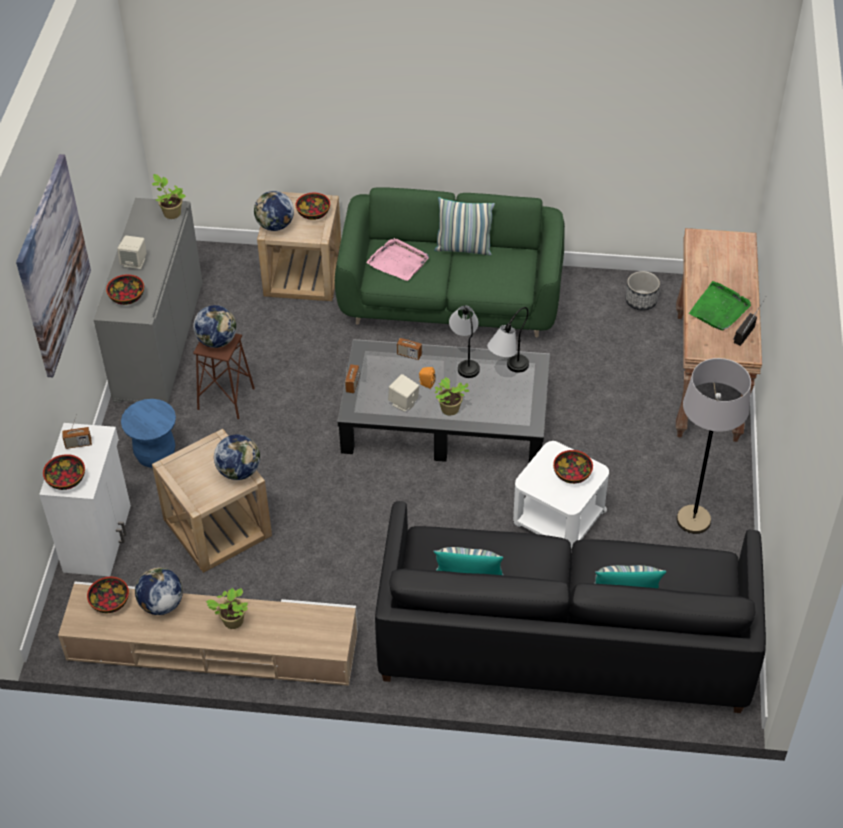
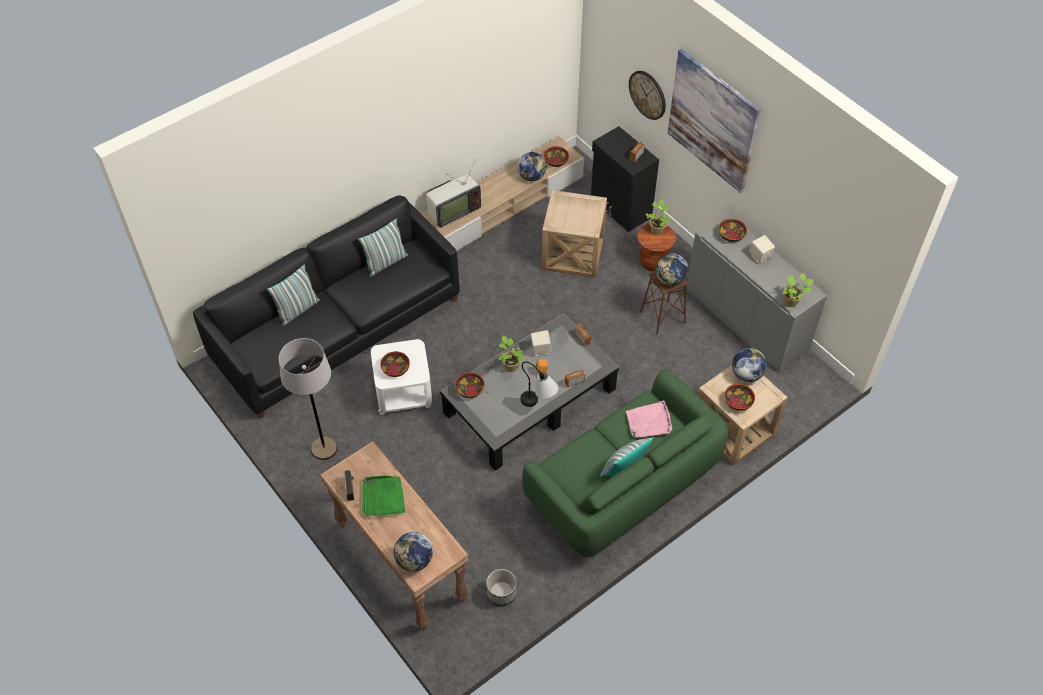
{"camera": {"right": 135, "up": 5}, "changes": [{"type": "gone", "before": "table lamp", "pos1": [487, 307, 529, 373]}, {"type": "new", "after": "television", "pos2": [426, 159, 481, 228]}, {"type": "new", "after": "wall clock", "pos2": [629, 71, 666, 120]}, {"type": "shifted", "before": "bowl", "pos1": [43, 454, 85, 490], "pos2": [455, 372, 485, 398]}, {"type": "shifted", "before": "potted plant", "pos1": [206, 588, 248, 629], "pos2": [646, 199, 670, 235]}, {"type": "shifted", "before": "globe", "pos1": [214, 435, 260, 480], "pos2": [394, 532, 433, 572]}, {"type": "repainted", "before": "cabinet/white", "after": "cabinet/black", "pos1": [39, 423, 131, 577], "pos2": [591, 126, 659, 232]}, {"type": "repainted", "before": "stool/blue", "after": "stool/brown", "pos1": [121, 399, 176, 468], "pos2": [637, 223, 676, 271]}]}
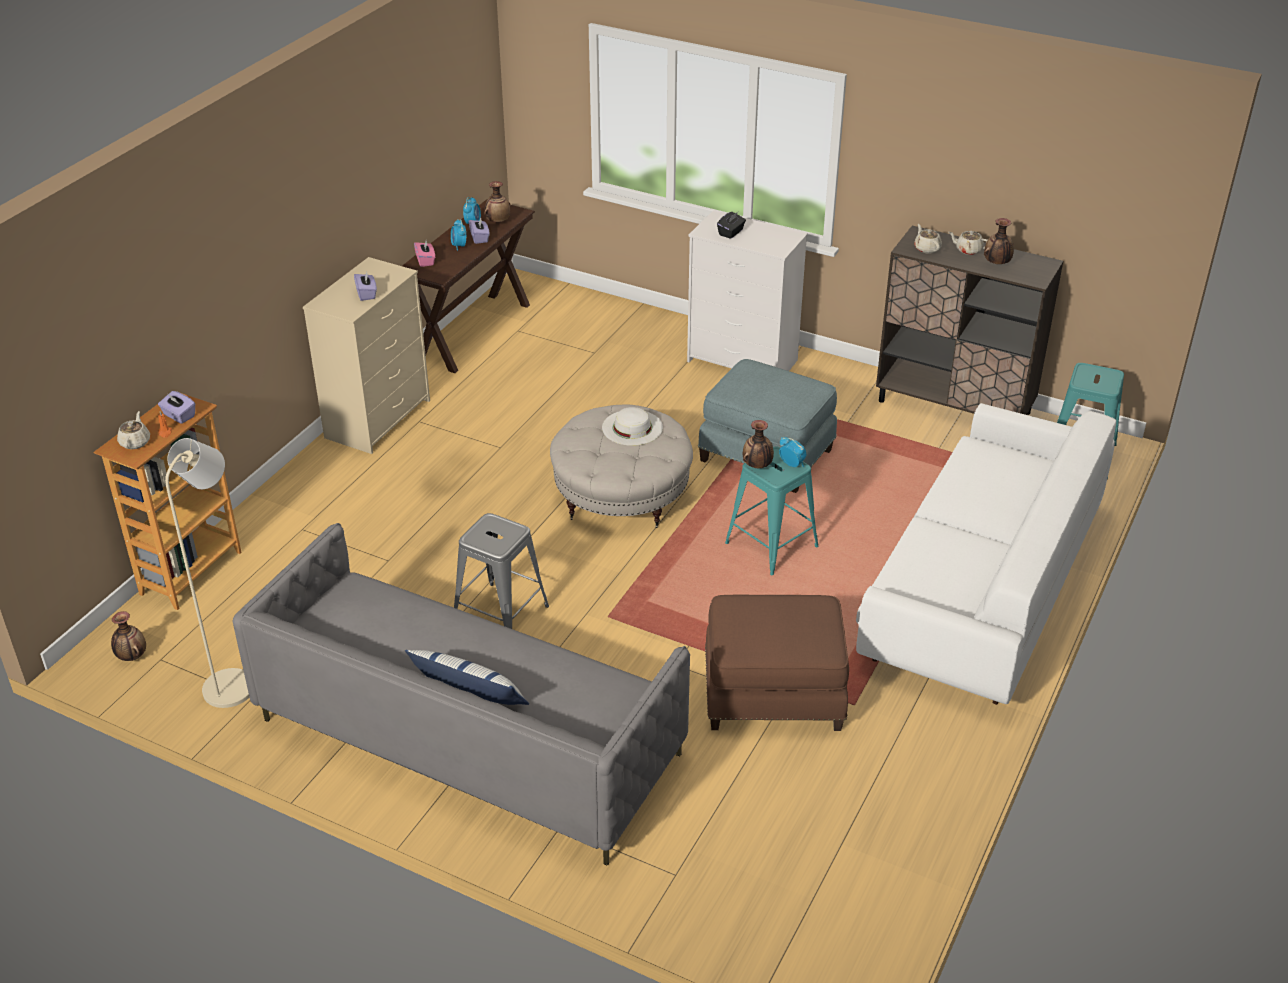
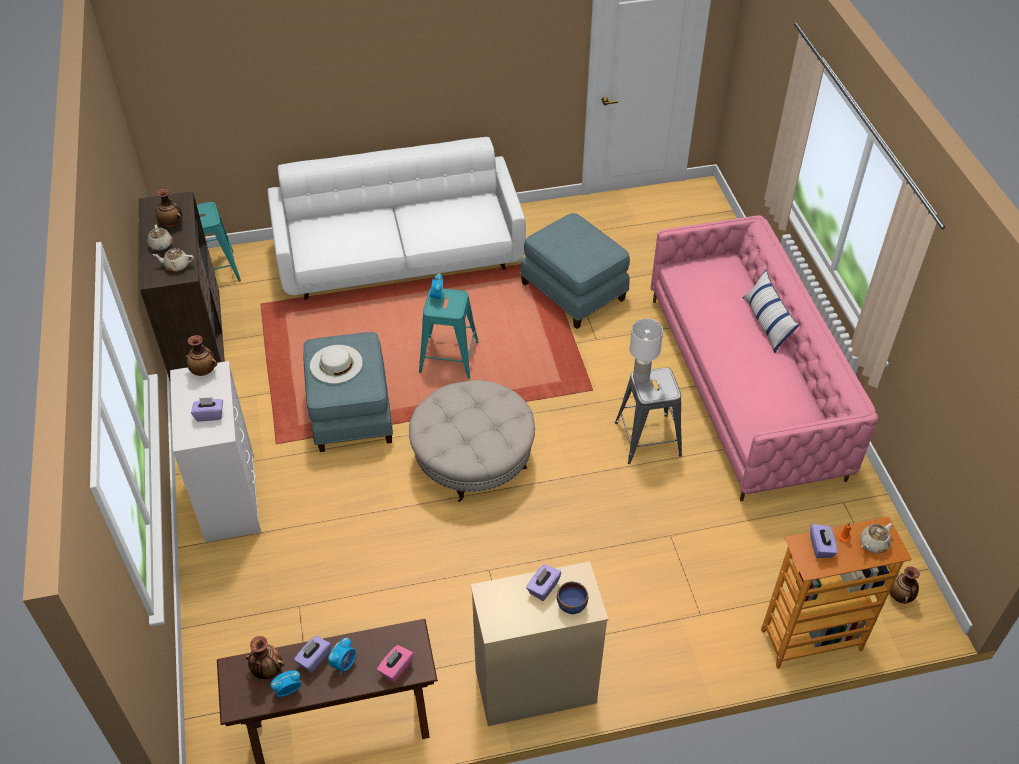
{"camera": {"right": -130, "up": 10}, "changes": [{"type": "gone", "before": "floor lamp/beige", "pos1": [165, 438, 249, 708]}, {"type": "new", "after": "bowl/blue", "pos2": [557, 581, 588, 614]}, {"type": "new", "after": "table lamp/white", "pos2": [630, 318, 663, 384]}, {"type": "shifted", "before": "hat/white", "pos1": [602, 407, 663, 446], "pos2": [310, 345, 363, 384]}, {"type": "shifted", "before": "vase", "pos1": [743, 420, 774, 468], "pos2": [185, 335, 217, 376]}, {"type": "repainted", "before": "sofa/grey", "after": "sofa/pink", "pos1": [232, 523, 690, 866], "pos2": [650, 215, 878, 501]}, {"type": "repainted", "before": "ottoman/brown", "after": "ottoman/blue", "pos1": [705, 595, 849, 731], "pos2": [520, 213, 630, 329]}, {"type": "repainted", "before": "tissue box/black", "after": "tissue box/purple", "pos1": [717, 212, 746, 239], "pos2": [191, 397, 223, 421]}, {"type": "rotated", "before": "teapot/beige", "pos1": [914, 224, 942, 254], "pos2": [153, 248, 194, 272], "turn": 60}]}
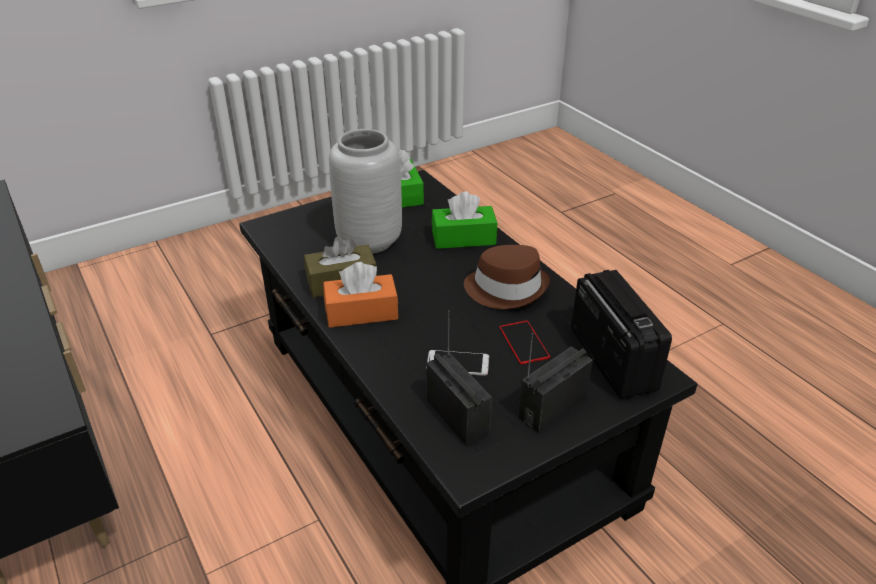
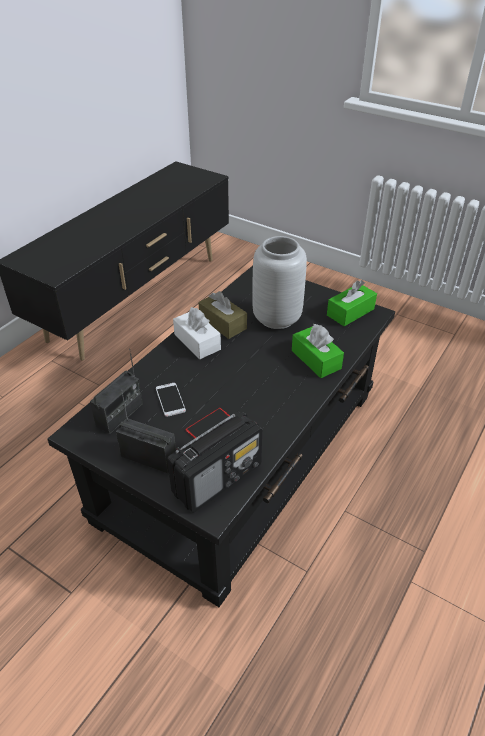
{"camera": {"right": 65, "up": 5}, "changes": [{"type": "gone", "before": "hat/brown", "pos1": [464, 245, 550, 309]}, {"type": "repainted", "before": "tissue box/orange", "after": "tissue box/white", "pos1": [323, 262, 398, 328], "pos2": [173, 307, 221, 359]}]}
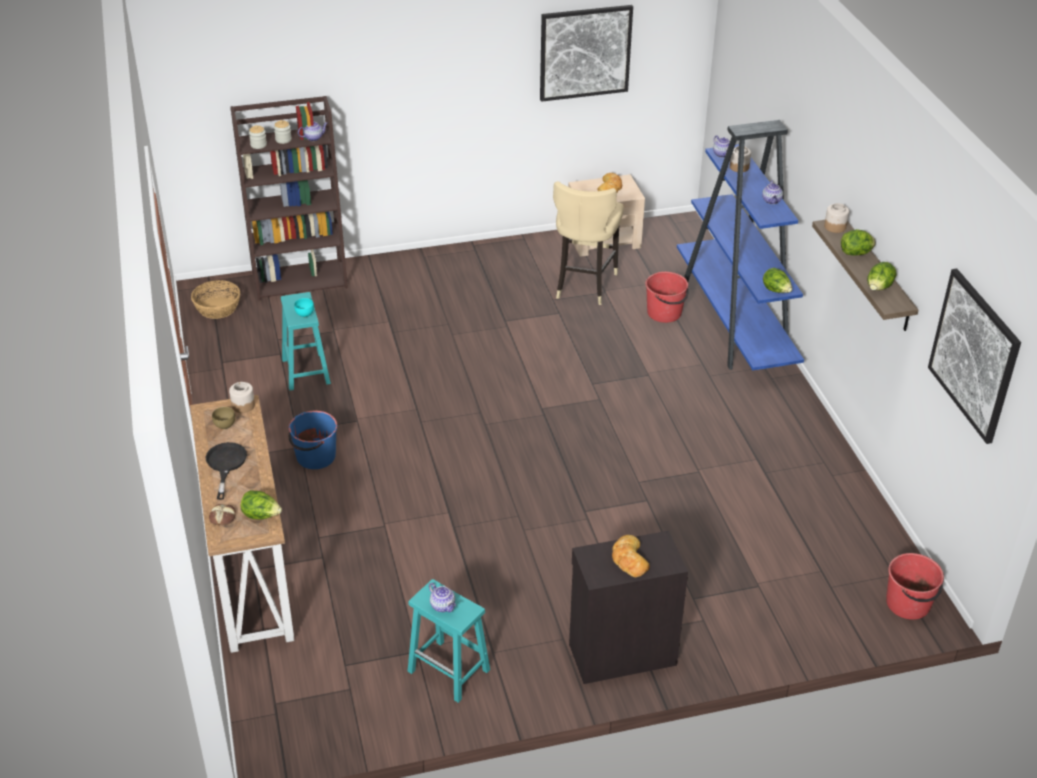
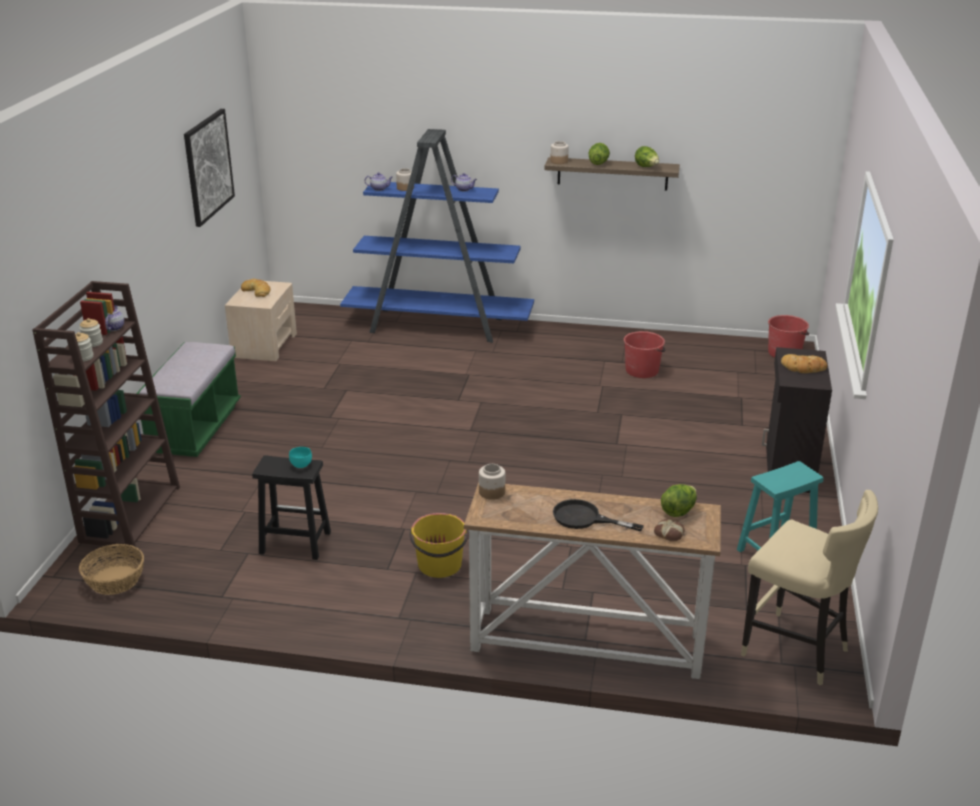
{"camera": {"right": -65, "up": -10}, "changes": [{"type": "gone", "before": "bowl/brown", "pos1": [212, 407, 235, 429]}, {"type": "gone", "before": "teapot", "pos1": [429, 583, 456, 612]}, {"type": "gone", "before": "lettuce", "pos1": [763, 268, 792, 293]}, {"type": "gone", "before": "picture", "pos1": [928, 269, 1021, 444]}, {"type": "new", "after": "bench/green", "pos2": [136, 342, 241, 457]}, {"type": "shifted", "before": "stool/beige", "pos1": [553, 181, 624, 305], "pos2": [741, 490, 878, 685]}, {"type": "shifted", "before": "bucket/red", "pos1": [645, 272, 688, 323], "pos2": [624, 331, 666, 378]}, {"type": "repainted", "before": "stool/turquoise", "after": "stool/black", "pos1": [281, 292, 331, 390], "pos2": [252, 455, 331, 560]}, {"type": "repainted", "before": "bucket/blue", "after": "bucket/yellow", "pos1": [289, 411, 337, 469], "pos2": [409, 513, 468, 578]}]}
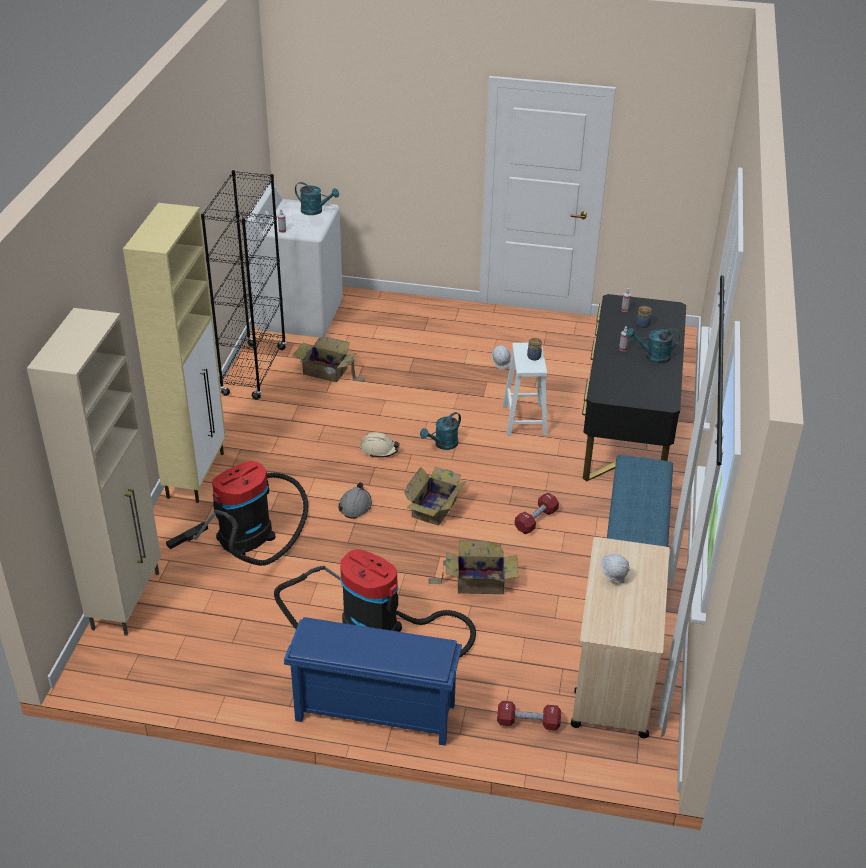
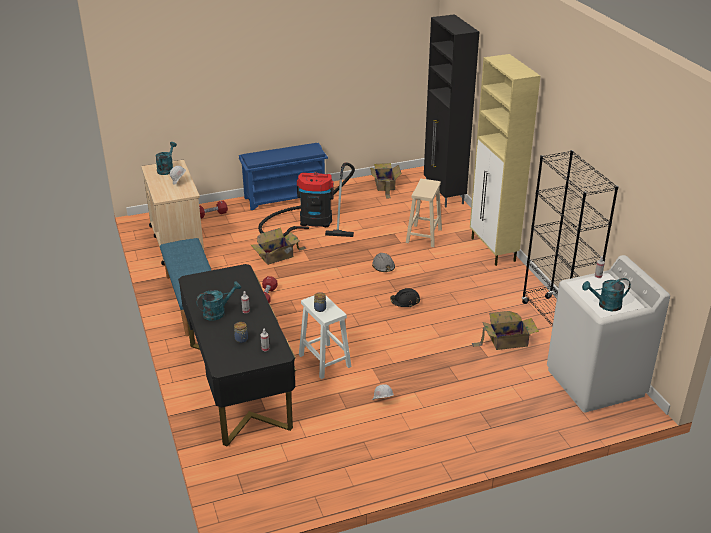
{"camera": {"right": 150, "up": -5}, "changes": [{"type": "shifted", "before": "cardboard box", "pos1": [404, 467, 466, 526], "pos2": [370, 163, 402, 198]}, {"type": "shifted", "before": "watering can/turquoise", "pos1": [420, 412, 461, 450], "pos2": [155, 142, 177, 175]}, {"type": "swapped", "before": "vacuum cleaner", "after": "stool/beige", "pos1": [166, 461, 309, 566], "pos2": [406, 179, 442, 247]}, {"type": "repainted", "before": "cabinet/beige", "after": "cabinet/black", "pos1": [27, 308, 161, 636], "pos2": [424, 14, 479, 207]}, {"type": "repainted", "before": "hard hat/beige", "after": "hard hat/black", "pos1": [360, 432, 400, 458], "pos2": [390, 288, 420, 307]}]}
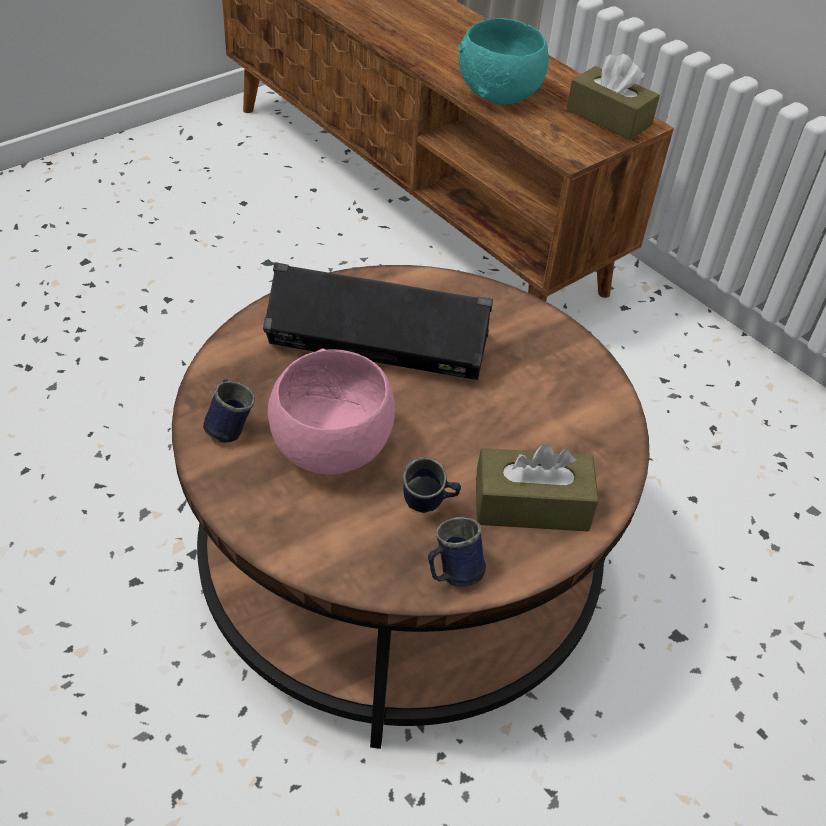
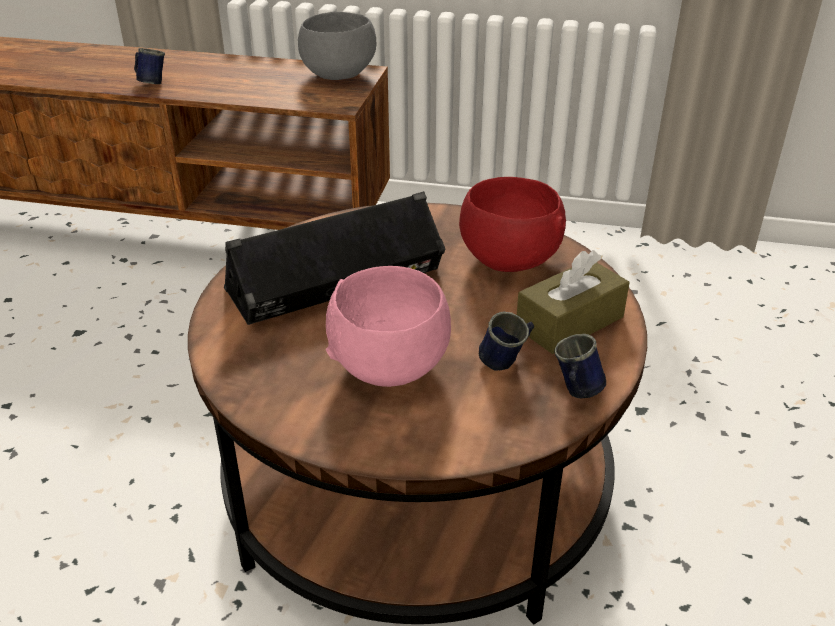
{"camera": {"right": -35, "up": -10}, "changes": [{"type": "gone", "before": "bowl/turquoise", "pos1": [458, 18, 549, 105]}, {"type": "new", "after": "bowl/red", "pos2": [459, 177, 566, 272]}, {"type": "shifted", "before": "mug/blue", "pos1": [203, 379, 255, 443], "pos2": [134, 48, 165, 84]}, {"type": "swapped", "before": "tissue box/brown", "after": "bowl/grey", "pos1": [567, 54, 660, 140], "pos2": [298, 11, 376, 80]}]}
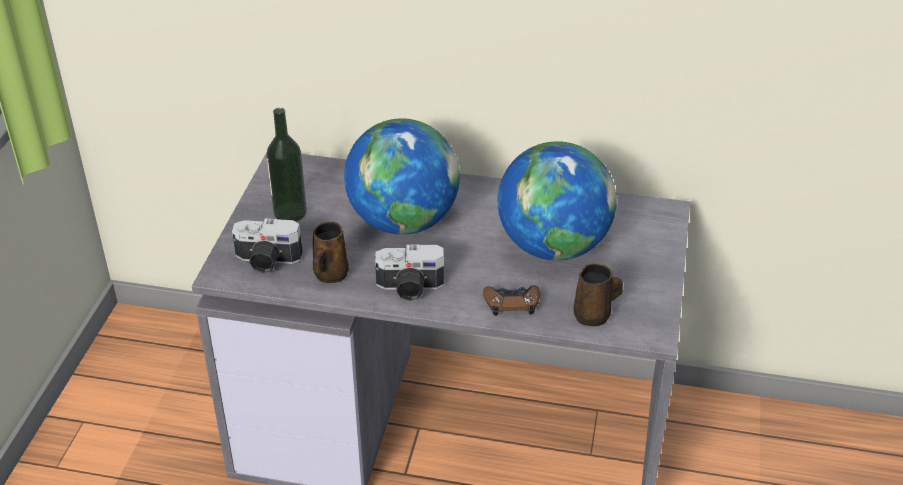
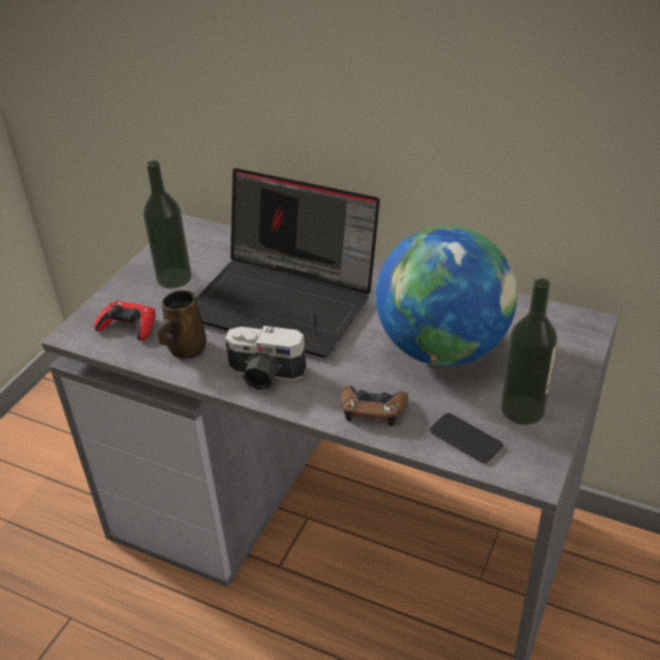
{"camera": {"right": 15, "up": 0}, "changes": [{"type": "new", "after": "bottle", "pos2": [501, 278, 558, 425]}, {"type": "swapped", "before": "photo camera", "after": "game controller/red", "pos1": [232, 218, 303, 273], "pos2": [94, 301, 155, 341]}, {"type": "swapped", "before": "globe", "after": "laptop", "pos1": [344, 118, 460, 235], "pos2": [196, 168, 380, 358]}, {"type": "swapped", "before": "mug/brown", "after": "phone", "pos1": [574, 263, 623, 326], "pos2": [429, 413, 503, 463]}]}
